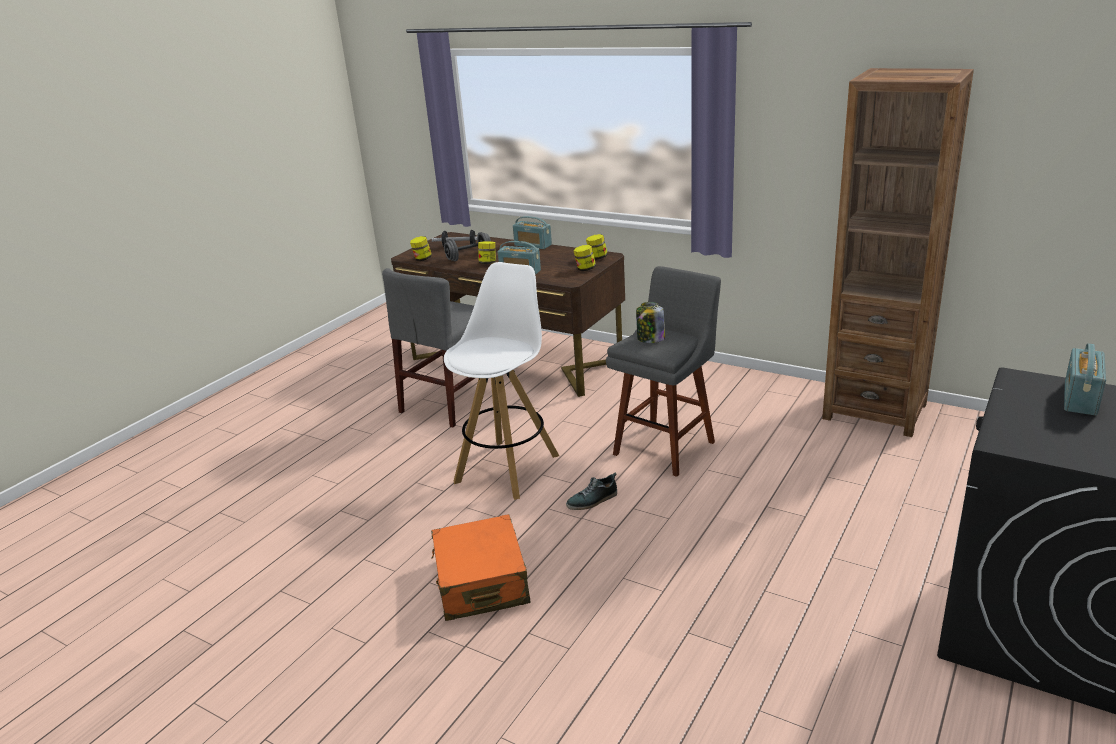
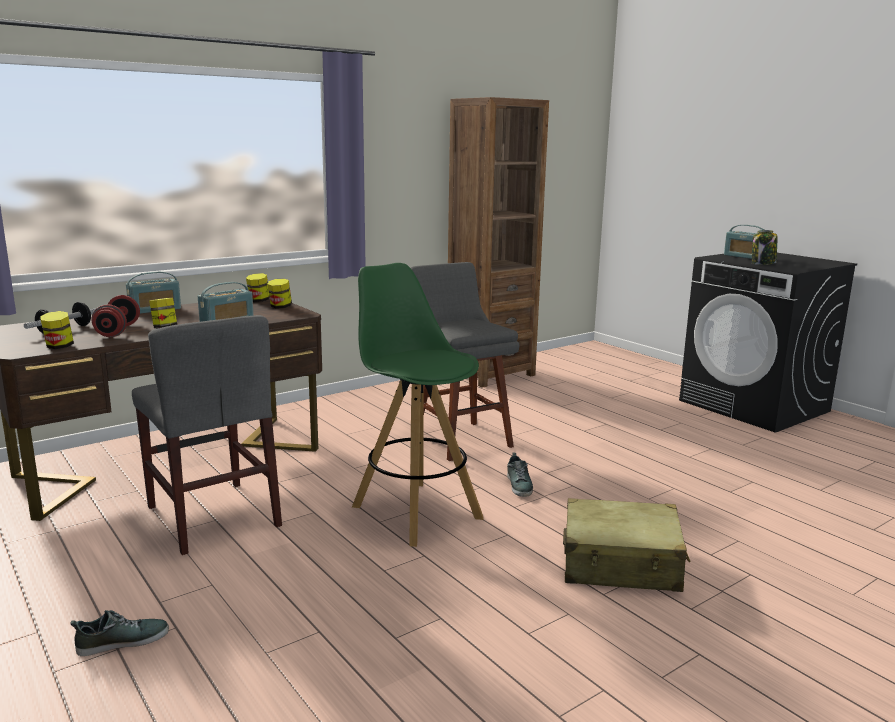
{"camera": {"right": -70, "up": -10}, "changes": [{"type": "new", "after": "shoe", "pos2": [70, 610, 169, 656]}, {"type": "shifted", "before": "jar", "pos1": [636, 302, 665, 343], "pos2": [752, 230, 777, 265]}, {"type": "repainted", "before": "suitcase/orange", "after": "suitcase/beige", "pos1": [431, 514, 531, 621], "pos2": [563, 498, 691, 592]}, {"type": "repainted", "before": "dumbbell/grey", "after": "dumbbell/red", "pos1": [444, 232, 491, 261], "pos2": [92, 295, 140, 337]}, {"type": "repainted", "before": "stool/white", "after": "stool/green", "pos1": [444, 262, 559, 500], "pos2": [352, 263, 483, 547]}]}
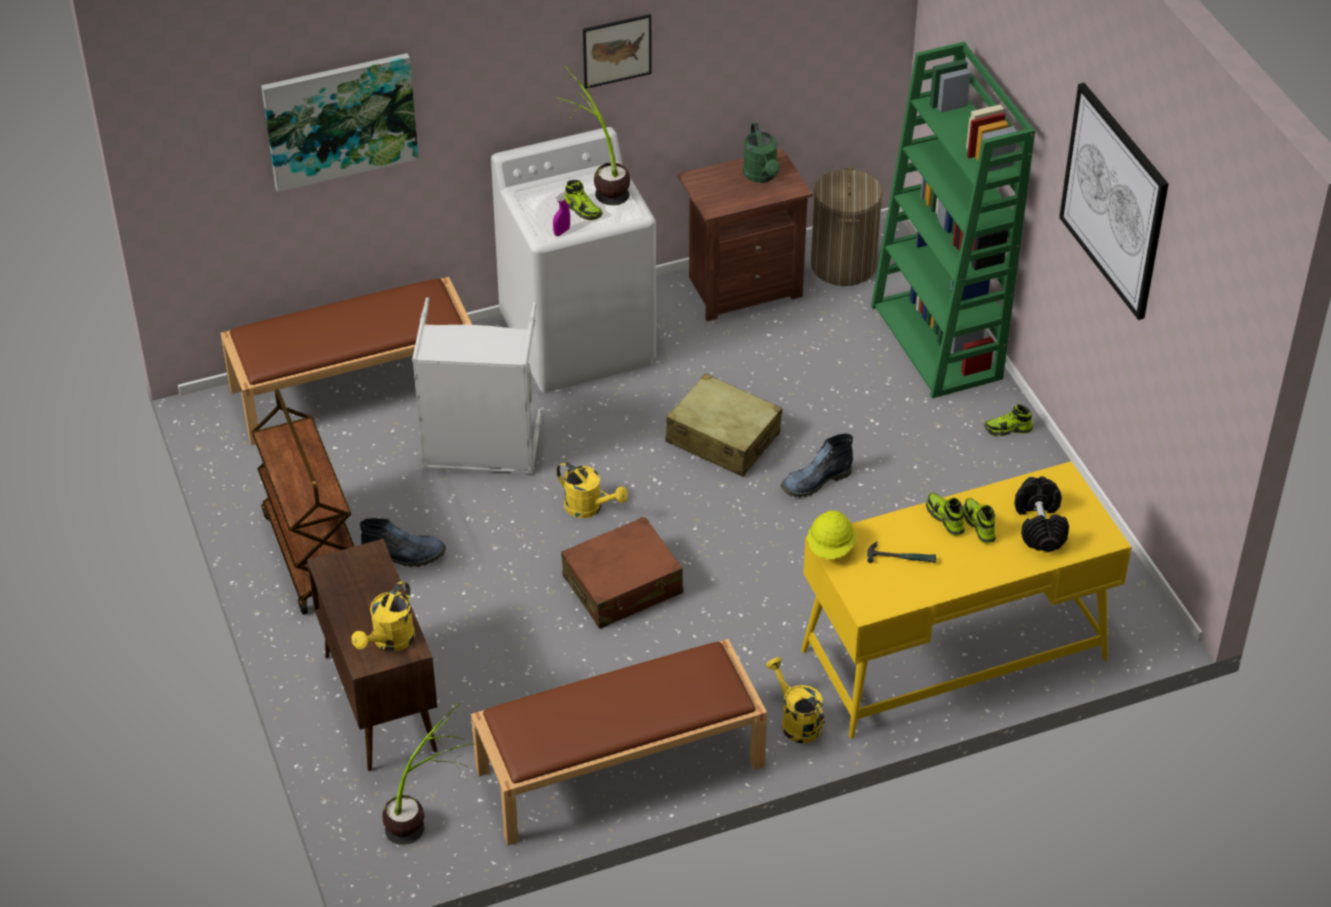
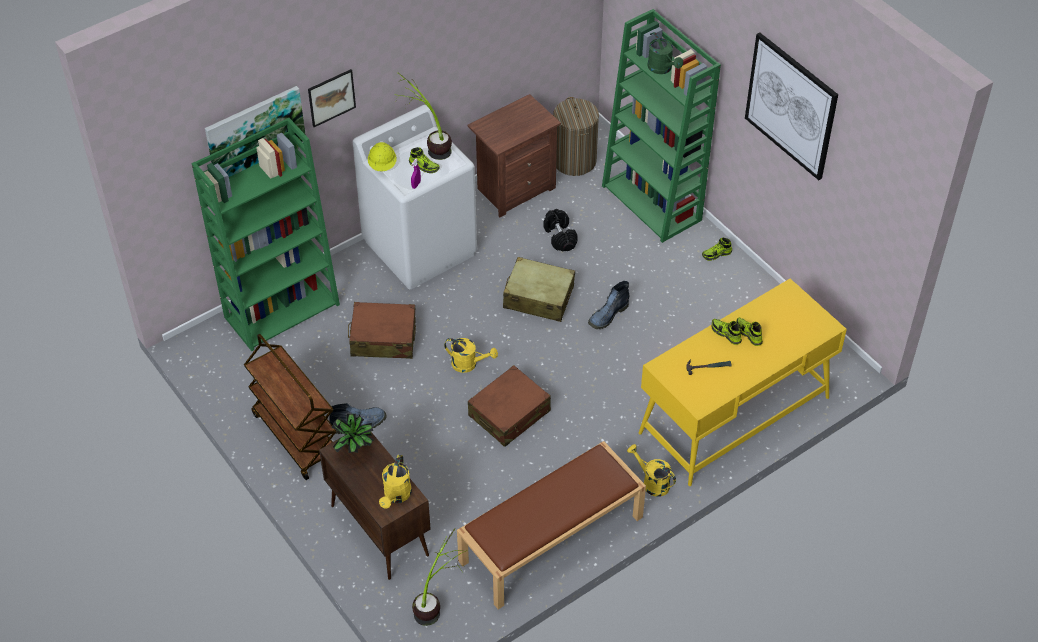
{"camera": {"right": -15, "up": 5}, "changes": [{"type": "new", "after": "potted plant", "pos2": [331, 414, 374, 453]}, {"type": "shifted", "before": "picture", "pos1": [583, 14, 652, 89], "pos2": [308, 69, 356, 127]}, {"type": "shifted", "before": "watering can/green", "pos1": [743, 123, 780, 183], "pos2": [647, 32, 683, 74]}, {"type": "shifted", "before": "hard hat/yellow", "pos1": [807, 510, 855, 559], "pos2": [368, 142, 397, 171]}, {"type": "shifted", "before": "dumbbell/black", "pos1": [1014, 476, 1069, 552], "pos2": [543, 209, 578, 251]}, {"type": "swapped", "before": "bench/brown", "after": "bookcase/green", "pos1": [220, 277, 472, 445], "pos2": [192, 118, 340, 351]}, {"type": "swapped", "before": "laundry basket/grey", "after": "suitcase/brown", "pos1": [412, 297, 542, 474], "pos2": [348, 302, 416, 359]}]}
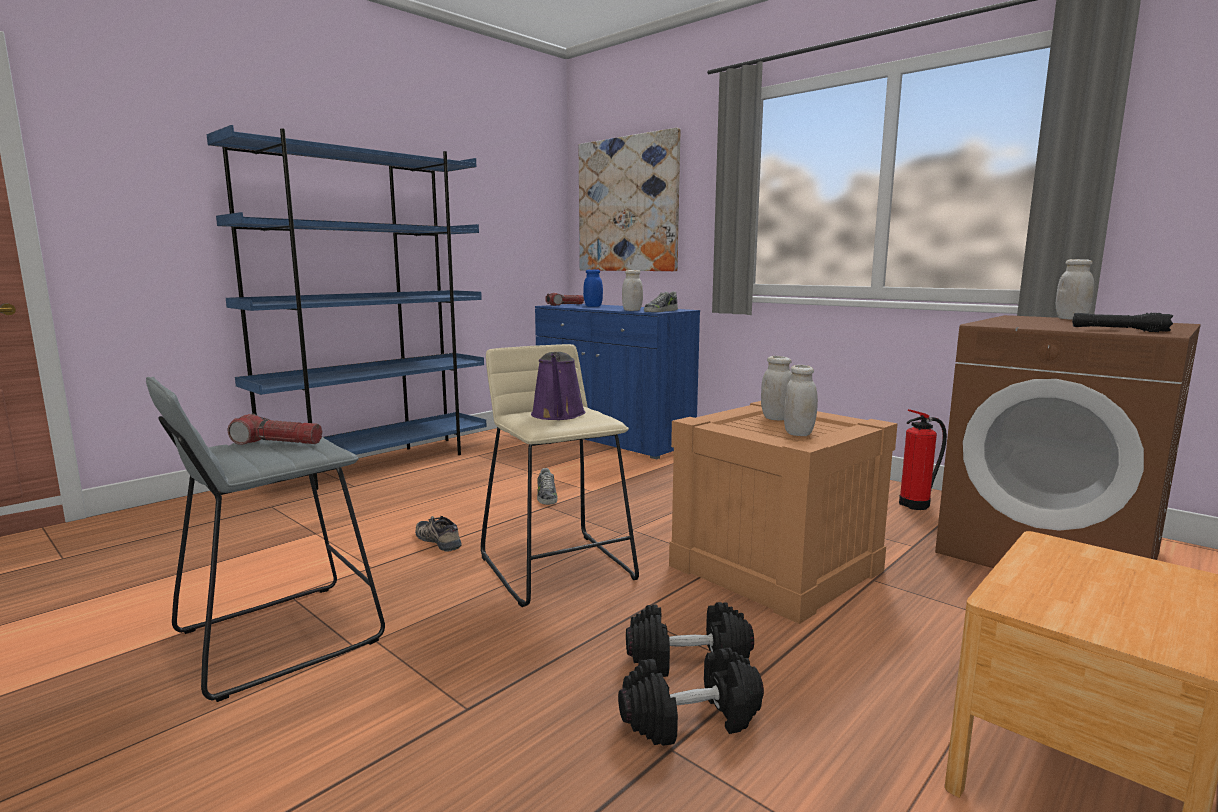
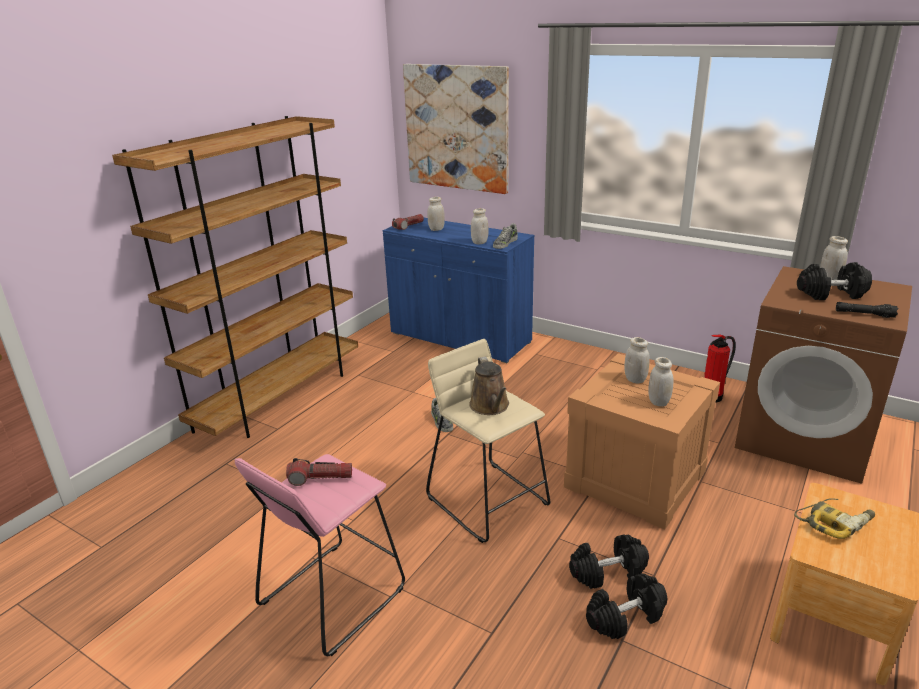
{"camera": {"right": -10, "up": 15}, "changes": [{"type": "gone", "before": "shoe", "pos1": [415, 516, 461, 551]}, {"type": "new", "after": "power drill", "pos2": [794, 498, 875, 539]}, {"type": "new", "after": "dumbbell/black", "pos2": [797, 262, 872, 300]}, {"type": "repainted", "before": "stool/grey", "after": "stool/pink", "pos1": [146, 377, 385, 702], "pos2": [234, 454, 405, 656]}, {"type": "repainted", "before": "bookcase/blue", "after": "bookcase/brown", "pos1": [207, 125, 487, 490], "pos2": [112, 116, 358, 438]}, {"type": "repainted", "before": "watering can/purple", "after": "watering can/brown", "pos1": [531, 352, 586, 420], "pos2": [469, 357, 509, 415]}, {"type": "repainted", "before": "jar/blue", "after": "jar/white", "pos1": [583, 269, 603, 307], "pos2": [427, 197, 445, 231]}]}
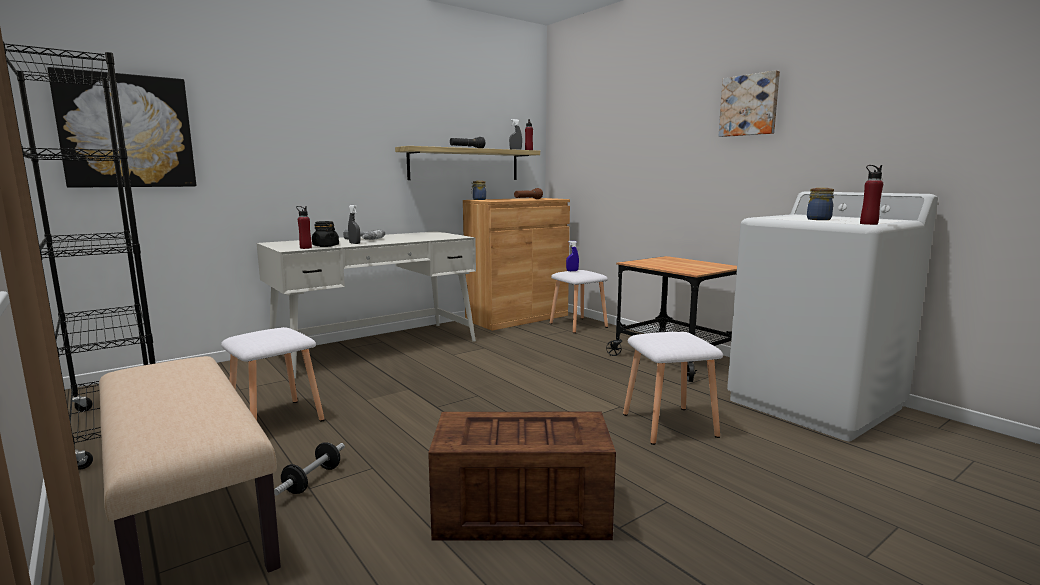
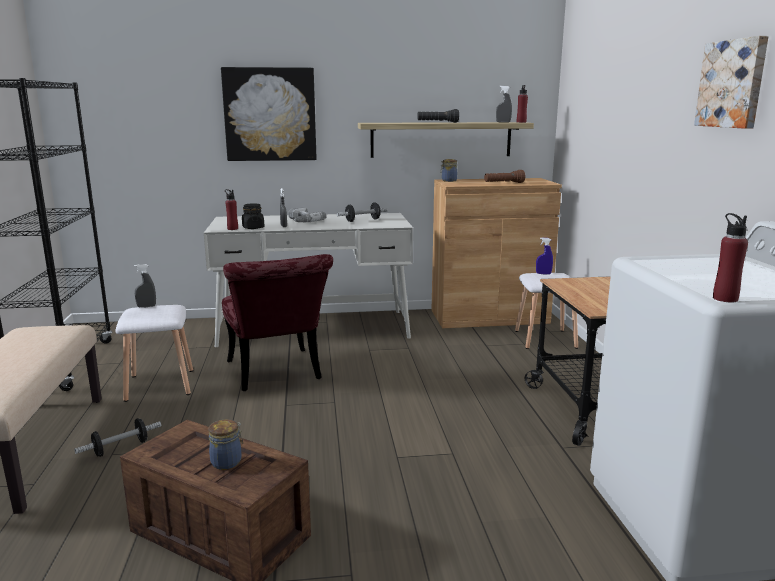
{"camera": {"right": 30, "up": 5}, "changes": [{"type": "gone", "before": "stool/white", "pos1": [623, 332, 723, 445]}, {"type": "new", "after": "spray bottle/grey", "pos2": [134, 264, 156, 308]}, {"type": "new", "after": "chair/red", "pos2": [222, 254, 333, 391]}, {"type": "new", "after": "dumbbell", "pos2": [337, 202, 388, 222]}, {"type": "shifted", "before": "picture", "pos1": [47, 67, 196, 188], "pos2": [221, 67, 317, 161]}, {"type": "shifted", "before": "jar", "pos1": [807, 188, 834, 220], "pos2": [209, 420, 243, 470]}]}
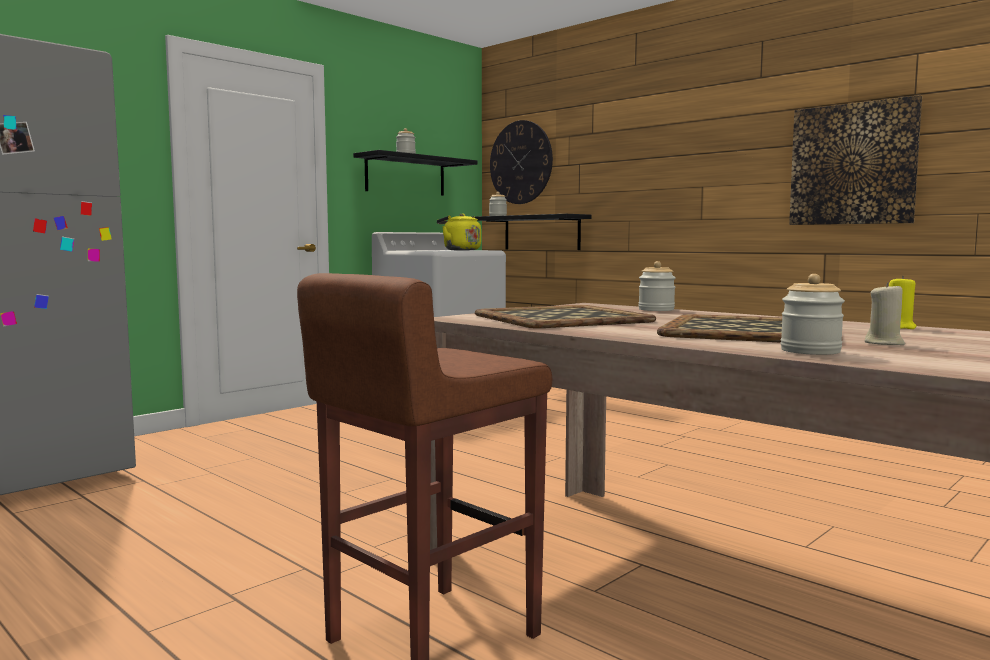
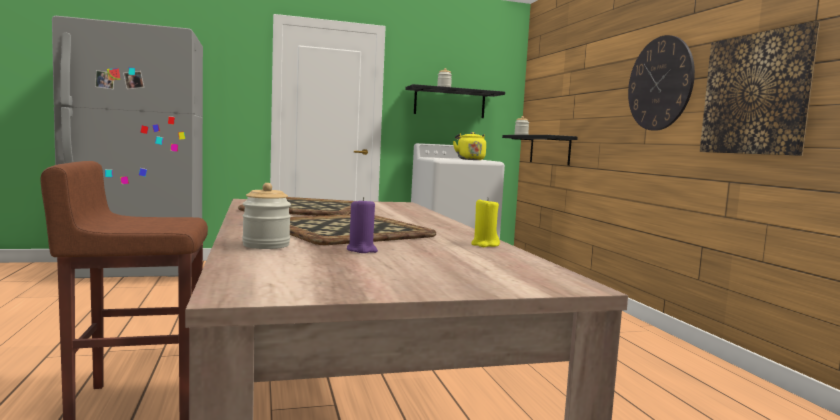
{"camera": {"right": 30, "up": 0}, "changes": [{"type": "gone", "before": "jar", "pos1": [638, 261, 676, 311]}, {"type": "shifted", "before": "wall clock", "pos1": [490, 120, 553, 204], "pos2": [628, 35, 695, 131]}, {"type": "repainted", "before": "candle/beige", "after": "candle/purple", "pos1": [865, 282, 905, 345], "pos2": [347, 197, 378, 253]}]}
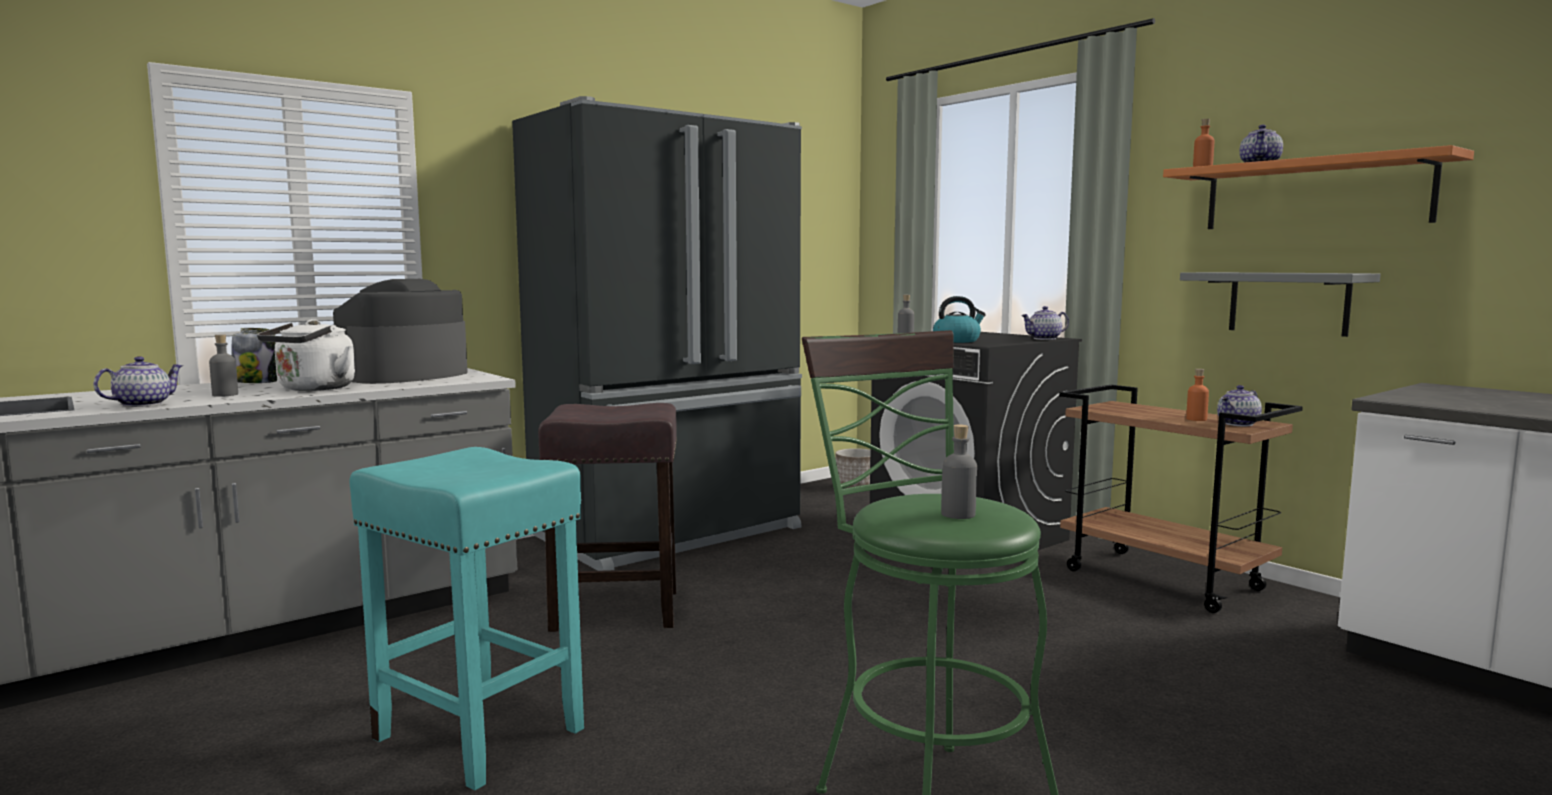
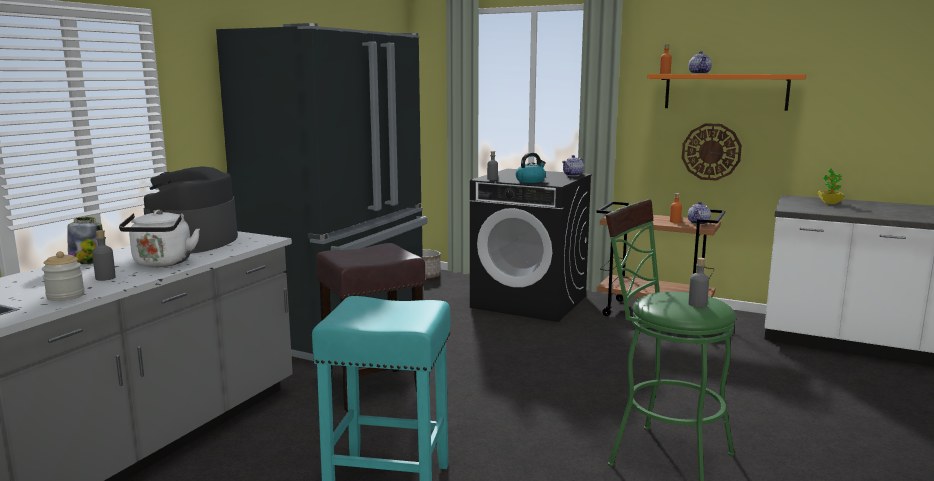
{"camera": {"right": -25, "up": 5}, "changes": [{"type": "new", "after": "potted plant", "pos2": [818, 168, 845, 204]}, {"type": "swapped", "before": "teapot", "after": "jar", "pos1": [93, 356, 183, 407], "pos2": [42, 251, 85, 301]}, {"type": "swapped", "before": "shelf/grey", "after": "wall clock", "pos1": [1180, 272, 1381, 337], "pos2": [682, 123, 742, 181]}]}
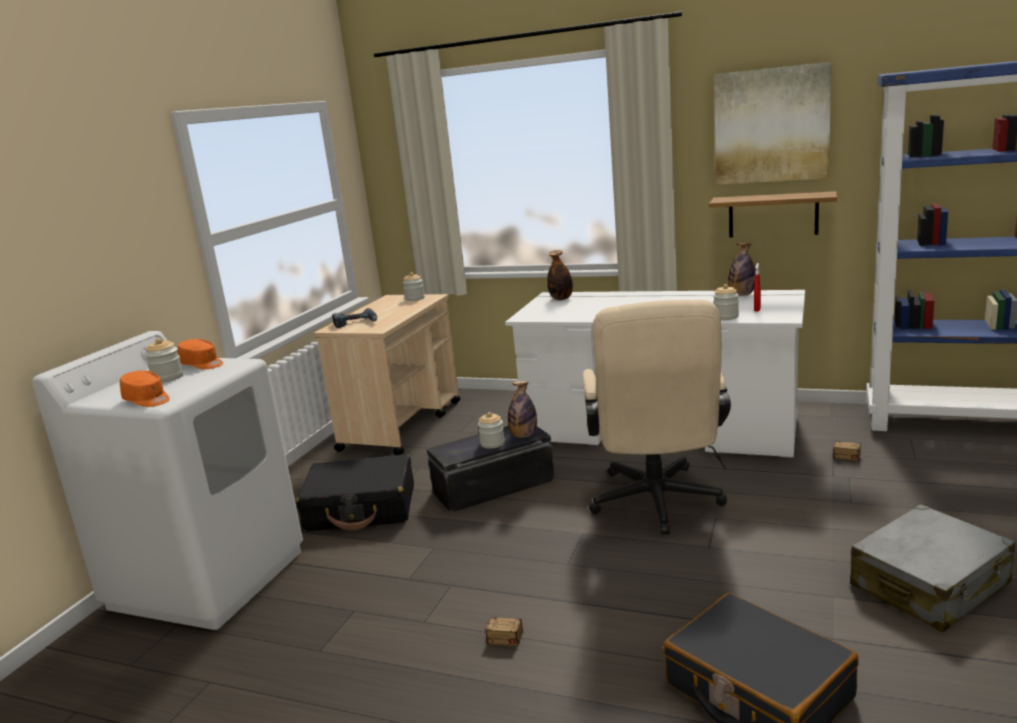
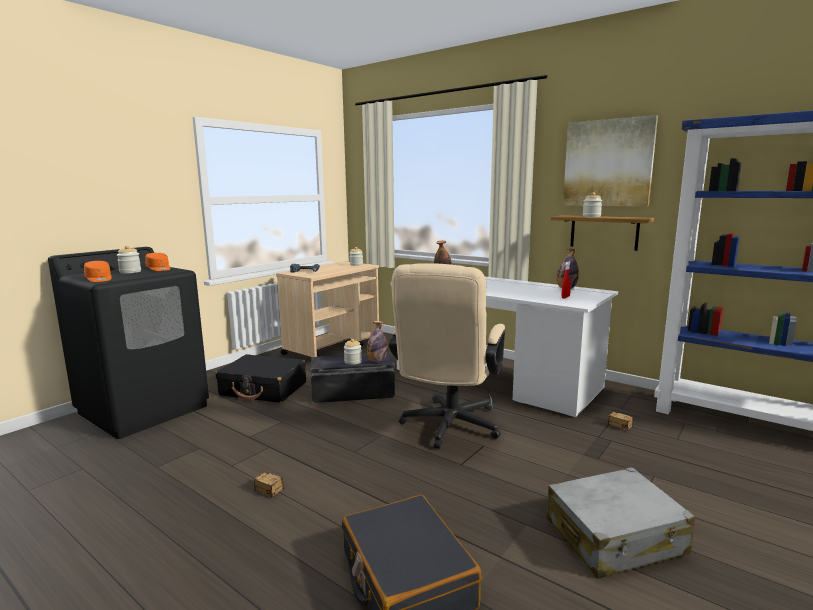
{"camera": {"right": 15, "up": -5}, "changes": [{"type": "shifted", "before": "jar", "pos1": [713, 284, 739, 320], "pos2": [583, 192, 602, 217]}, {"type": "repainted", "before": "washing machine/white", "after": "washing machine/black", "pos1": [32, 331, 303, 630], "pos2": [48, 247, 209, 439]}]}
